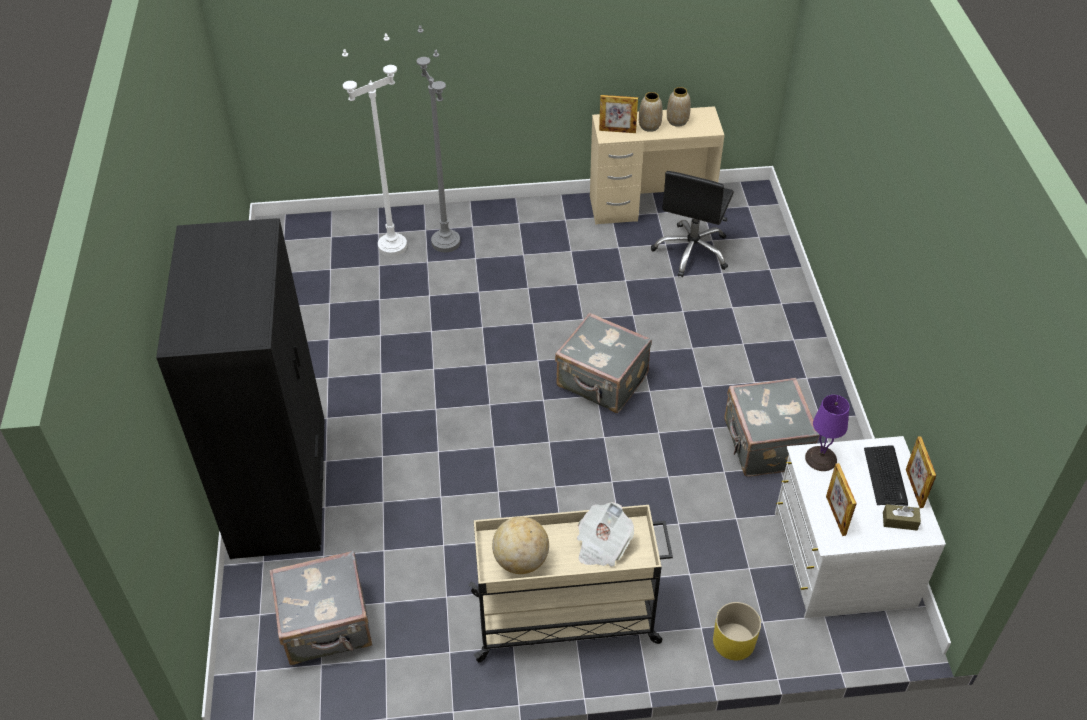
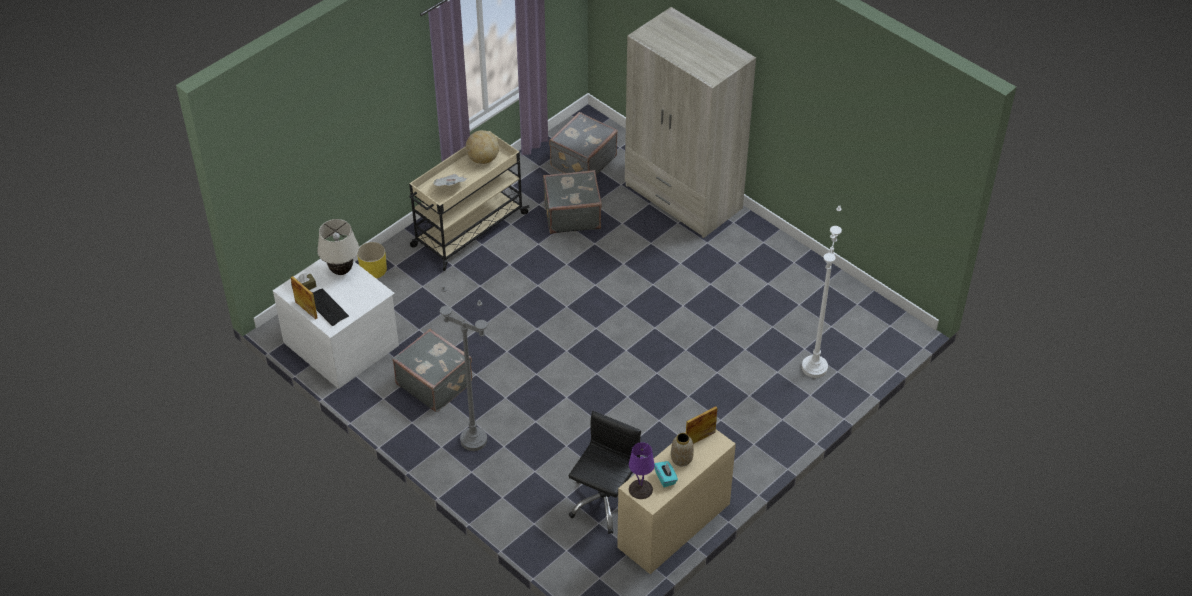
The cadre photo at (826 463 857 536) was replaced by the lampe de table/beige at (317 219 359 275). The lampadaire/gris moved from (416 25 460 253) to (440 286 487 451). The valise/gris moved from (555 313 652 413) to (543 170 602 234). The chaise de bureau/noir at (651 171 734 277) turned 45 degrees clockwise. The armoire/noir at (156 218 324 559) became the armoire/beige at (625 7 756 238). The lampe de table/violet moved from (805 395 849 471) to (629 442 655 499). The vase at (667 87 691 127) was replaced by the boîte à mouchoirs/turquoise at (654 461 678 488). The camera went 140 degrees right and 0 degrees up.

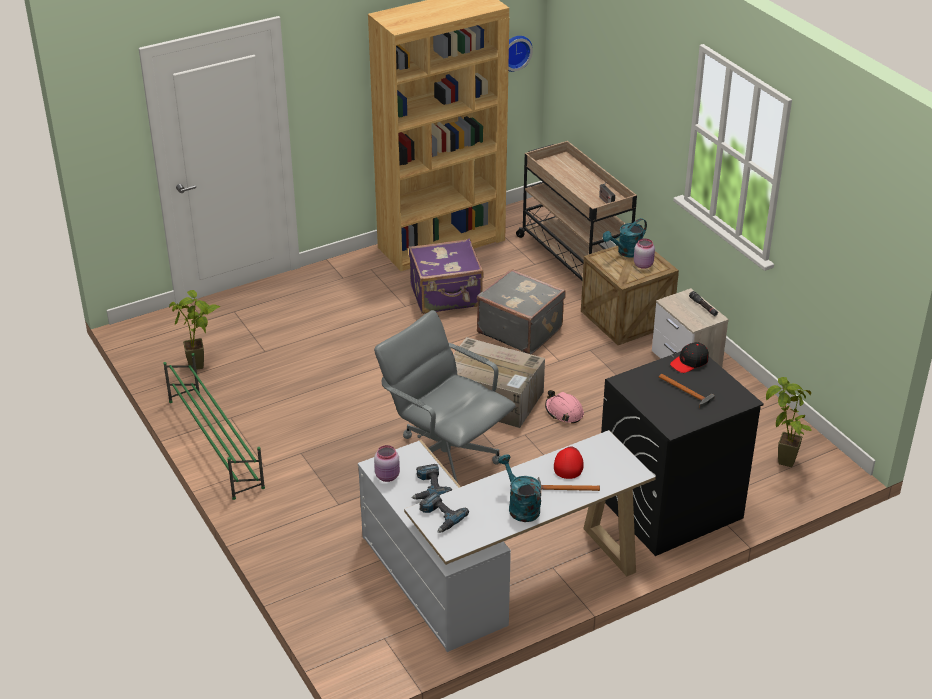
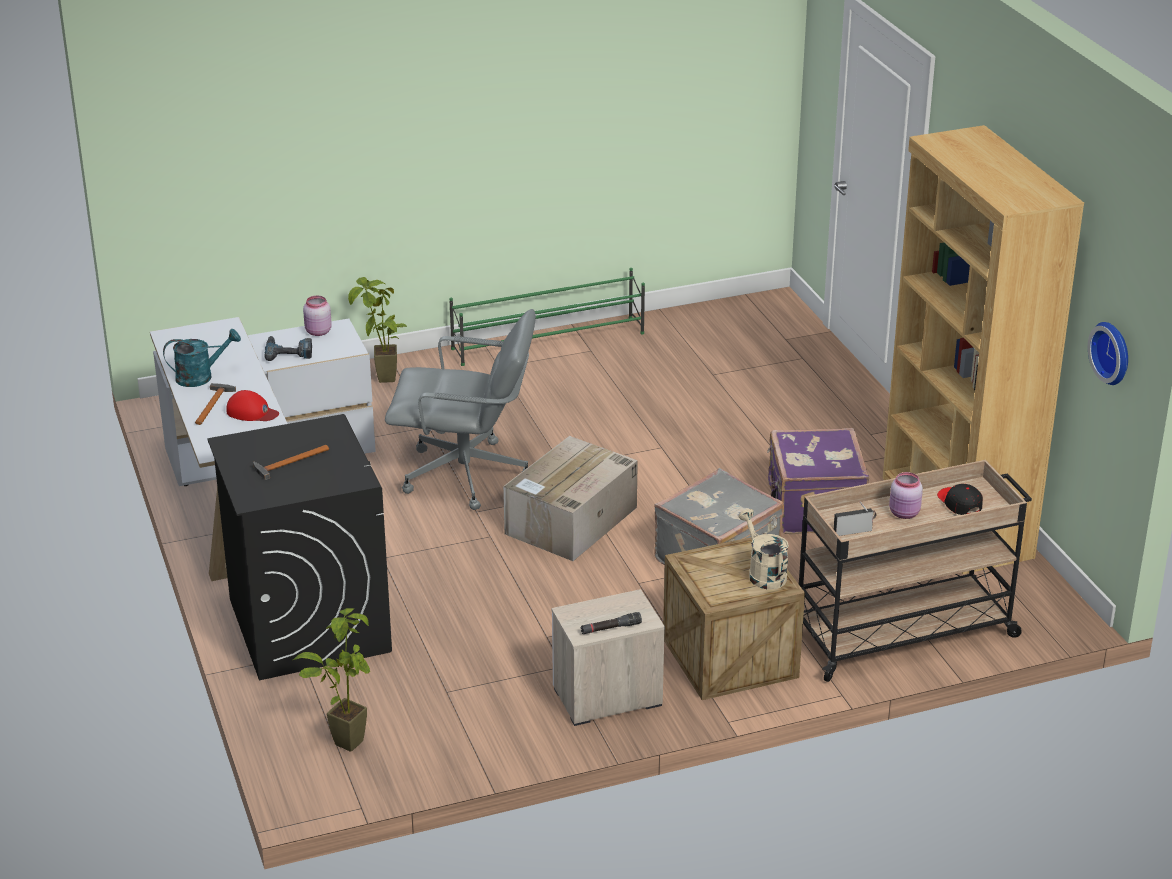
The plante en pot moved from (169 290 221 370) to (348 277 407 383). The chaise de bureau/gris at (374 310 516 483) turned 45 degrees clockwise. The arrosoir/turquoise at (603 218 647 258) became the arrosoir/beige at (738 509 789 589). The bocal/rose moved from (634 238 655 269) to (889 472 923 519). The casquette/noir moved from (670 342 709 373) to (937 484 983 515). The perceuse at (419 492 469 533) disappeared. The casque de chantier/rose at (545 390 584 424) disappeared. The camera went 100 degrees right and 5 degrees down.

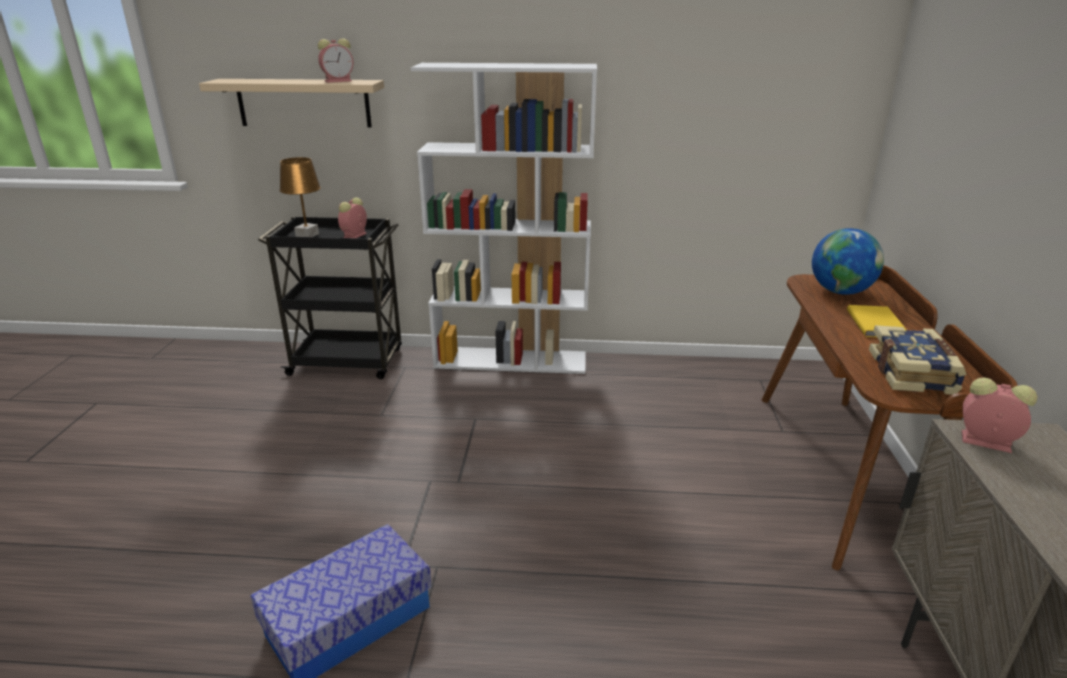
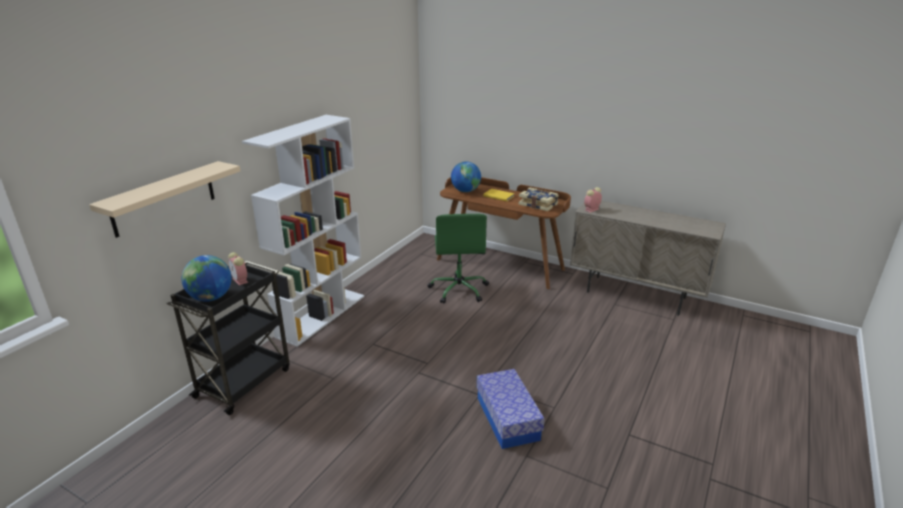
The lampe de table/marron at (279 157 321 237) was replaced by the globe at (182 255 232 302). The chaise de bureau/vert at (428 214 489 303) appeared. The réveil at (318 38 353 83) disappeared. The camera went 65 degrees left and 0 degrees up.

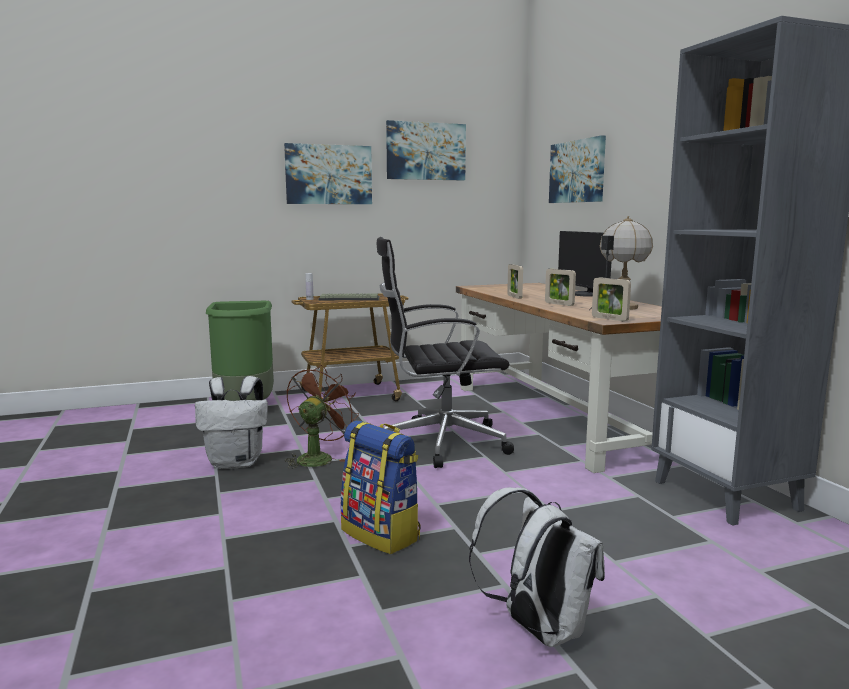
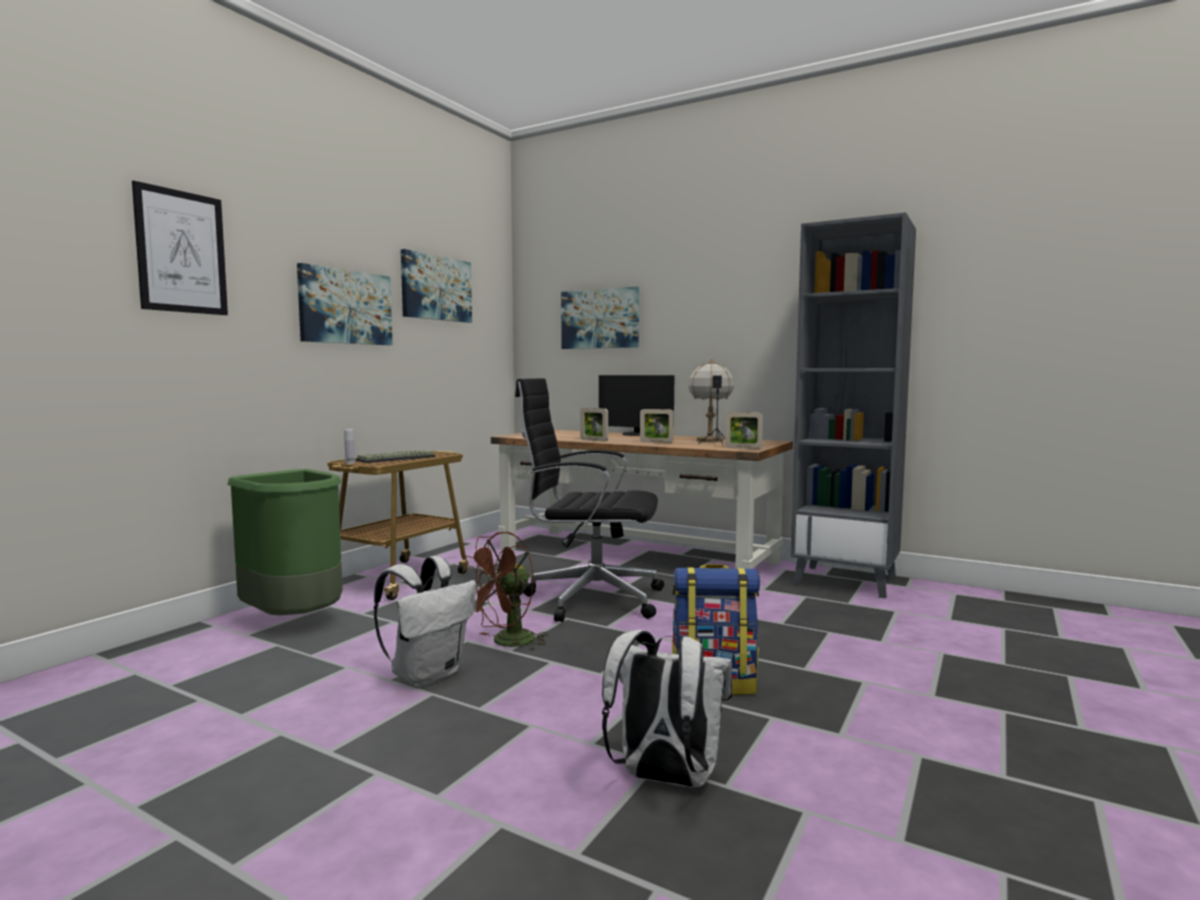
The tableau at (132 181 228 315) appeared. The ventilateur/marron at (285 365 359 469) turned 120 degrees counterclockwise. The chaise de bureau/noir at (377 237 514 468) turned 60 degrees clockwise. The sac à dos/blanc moved from (469 487 605 647) to (602 630 732 788). The camera went 40 degrees left and 5 degrees down.

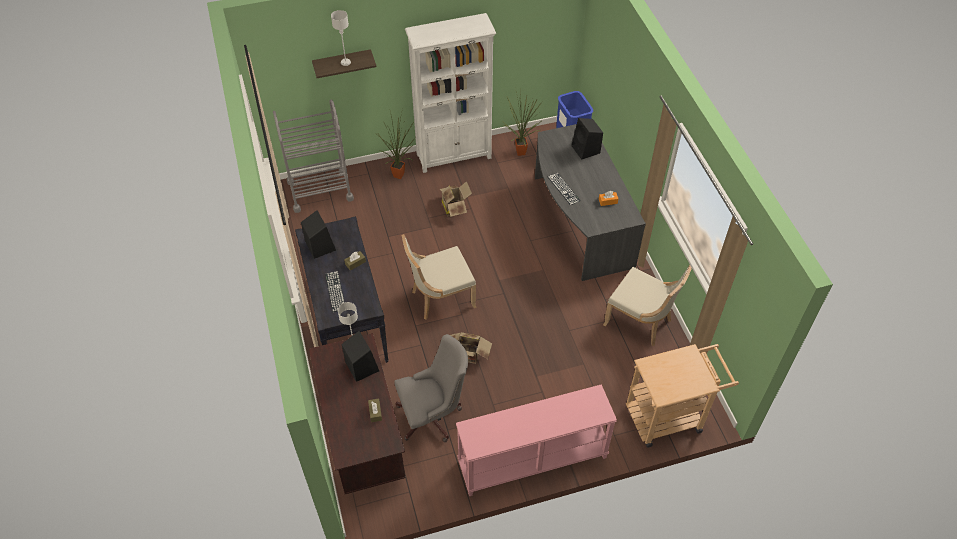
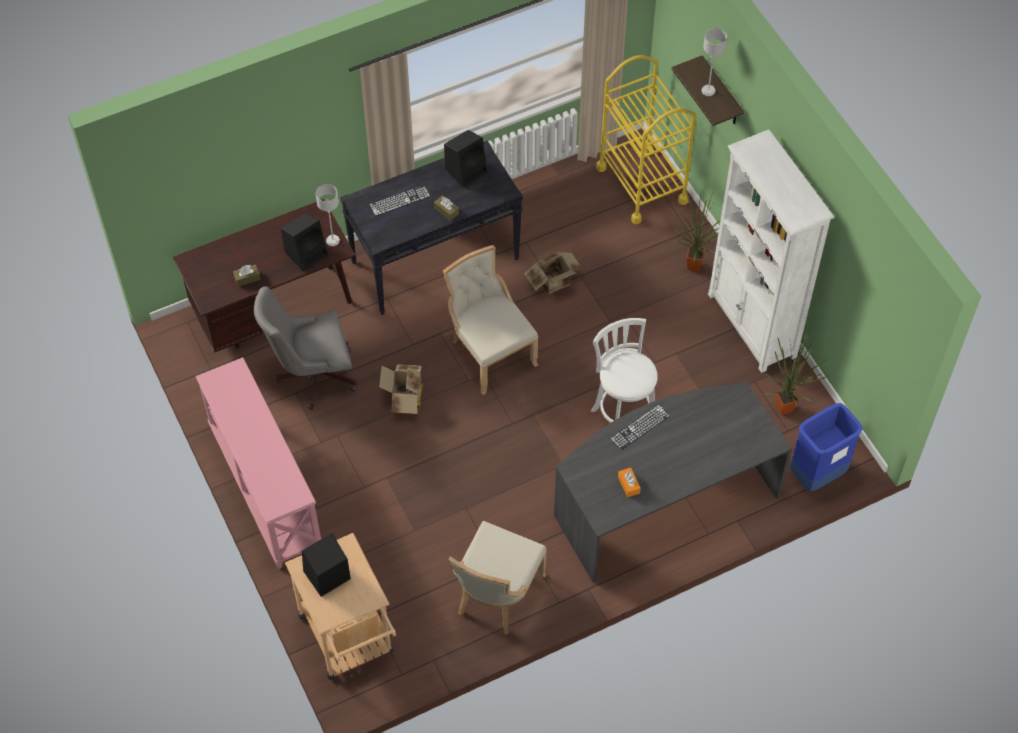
The chaise de bureau/gris at (394 334 468 442) turned 105 degrees clockwise. The enceinte/noir moved from (571 118 603 160) to (302 533 351 597). The carton moved from (439 181 472 217) to (524 252 583 294). The tabouret/blanc at (591 318 658 423) appeared. The chariot/gris at (273 100 354 213) became the chariot/jaune at (596 55 696 224). The camera went 80 degrees right and 5 degrees up.

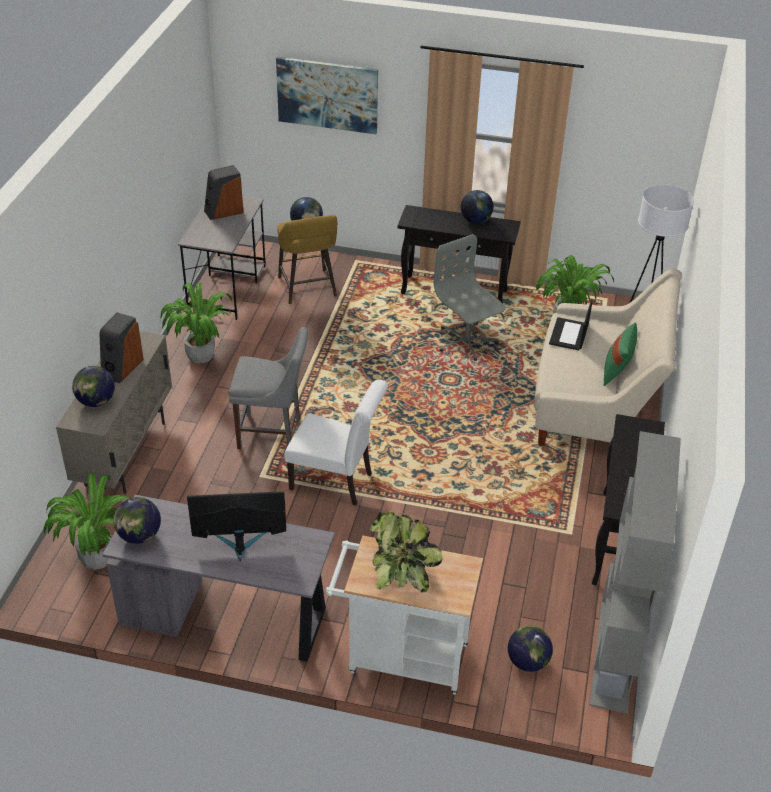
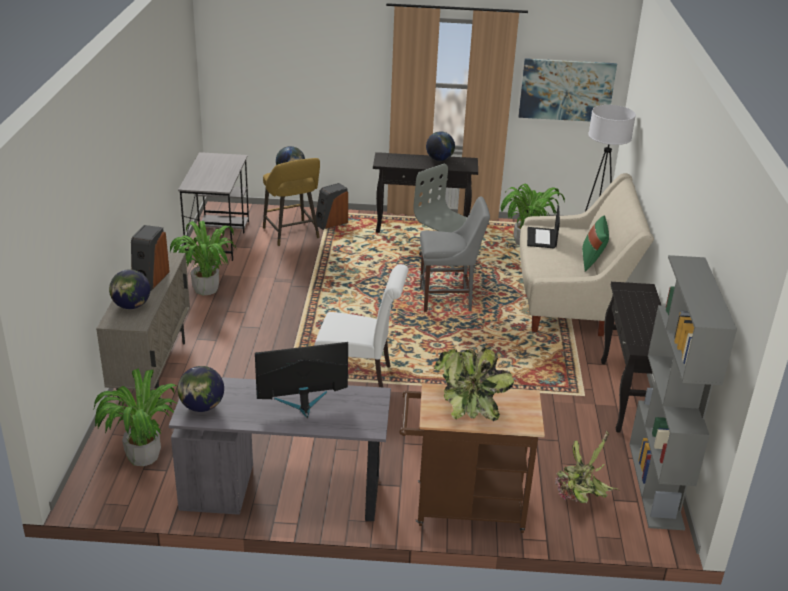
The enceinte moved from (204 165 244 220) to (316 183 348 230). The chariot/blanc at (326 536 483 695) became the chariot/marron at (400 383 545 533). The chaise/gris moved from (229 327 308 449) to (420 197 490 312). The tableau moved from (276 57 378 134) to (518 58 617 122). The globe at (508 626 553 672) was replaced by the plante en pot at (555 431 619 503). The camera went 10 degrees left and 10 degrees down.

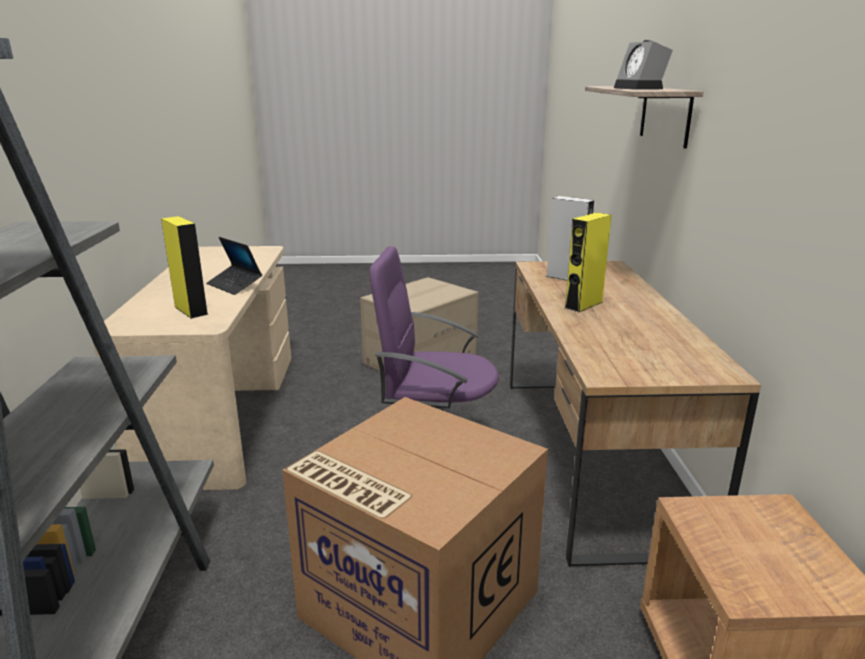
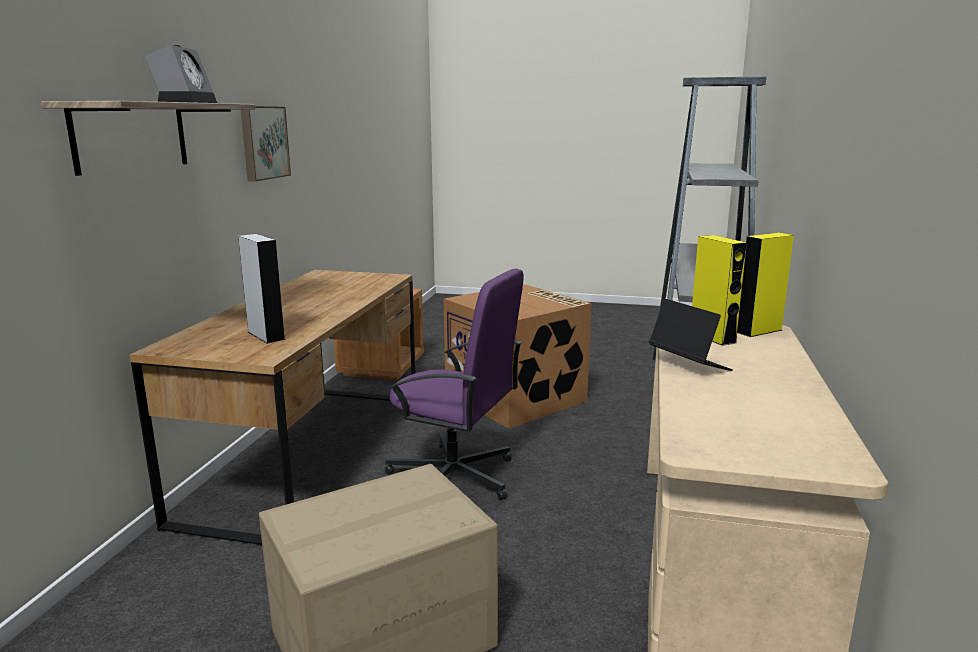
The tableau at (241 106 291 181) appeared. The enceinte/jaune moved from (565 212 611 312) to (737 233 794 337). The camera went 165 degrees left and 5 degrees down.

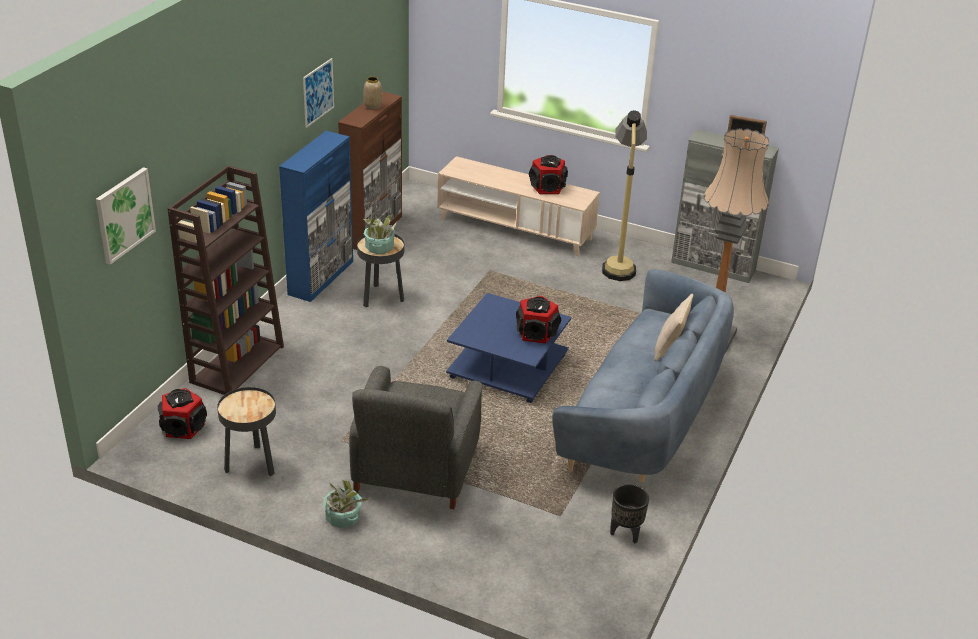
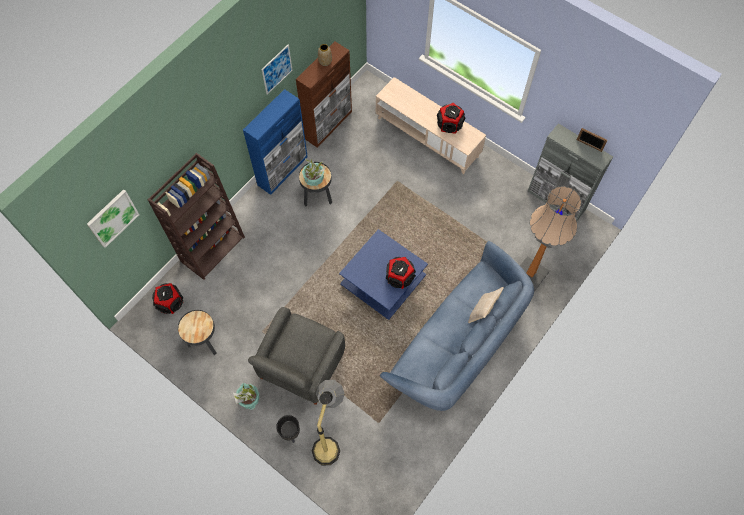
The cache-pot/noir moved from (610 484 649 543) to (276 415 300 443). The lampadaire moved from (602 110 647 281) to (312 380 345 465). The camera went 15 degrees right and 30 degrees up.

